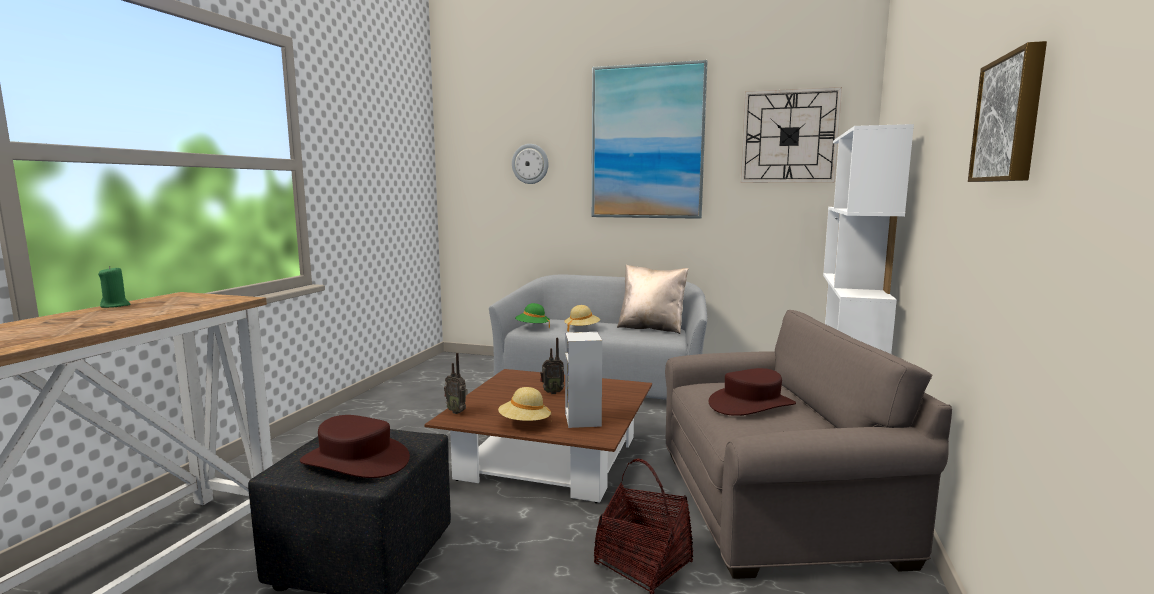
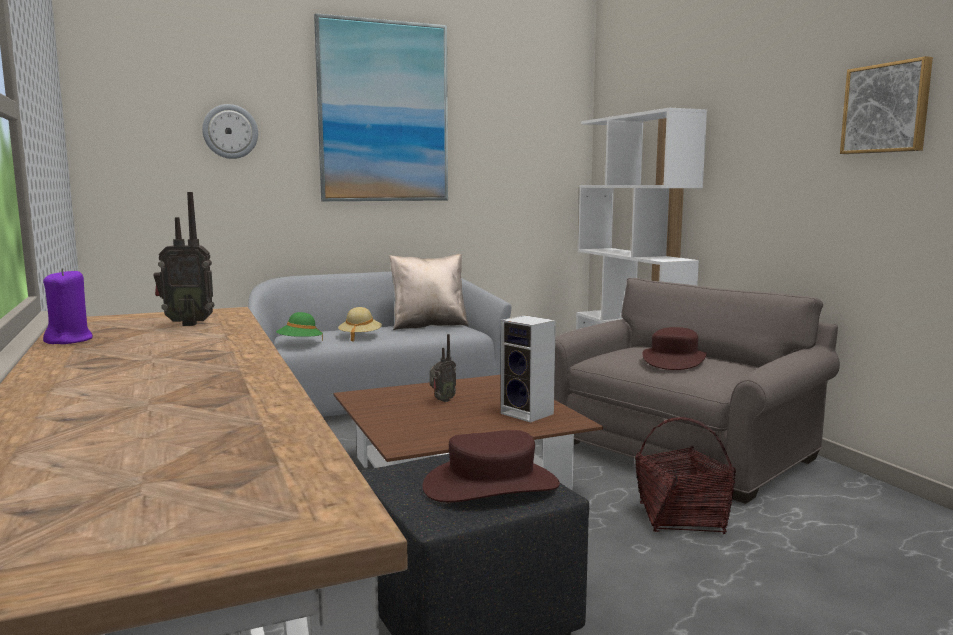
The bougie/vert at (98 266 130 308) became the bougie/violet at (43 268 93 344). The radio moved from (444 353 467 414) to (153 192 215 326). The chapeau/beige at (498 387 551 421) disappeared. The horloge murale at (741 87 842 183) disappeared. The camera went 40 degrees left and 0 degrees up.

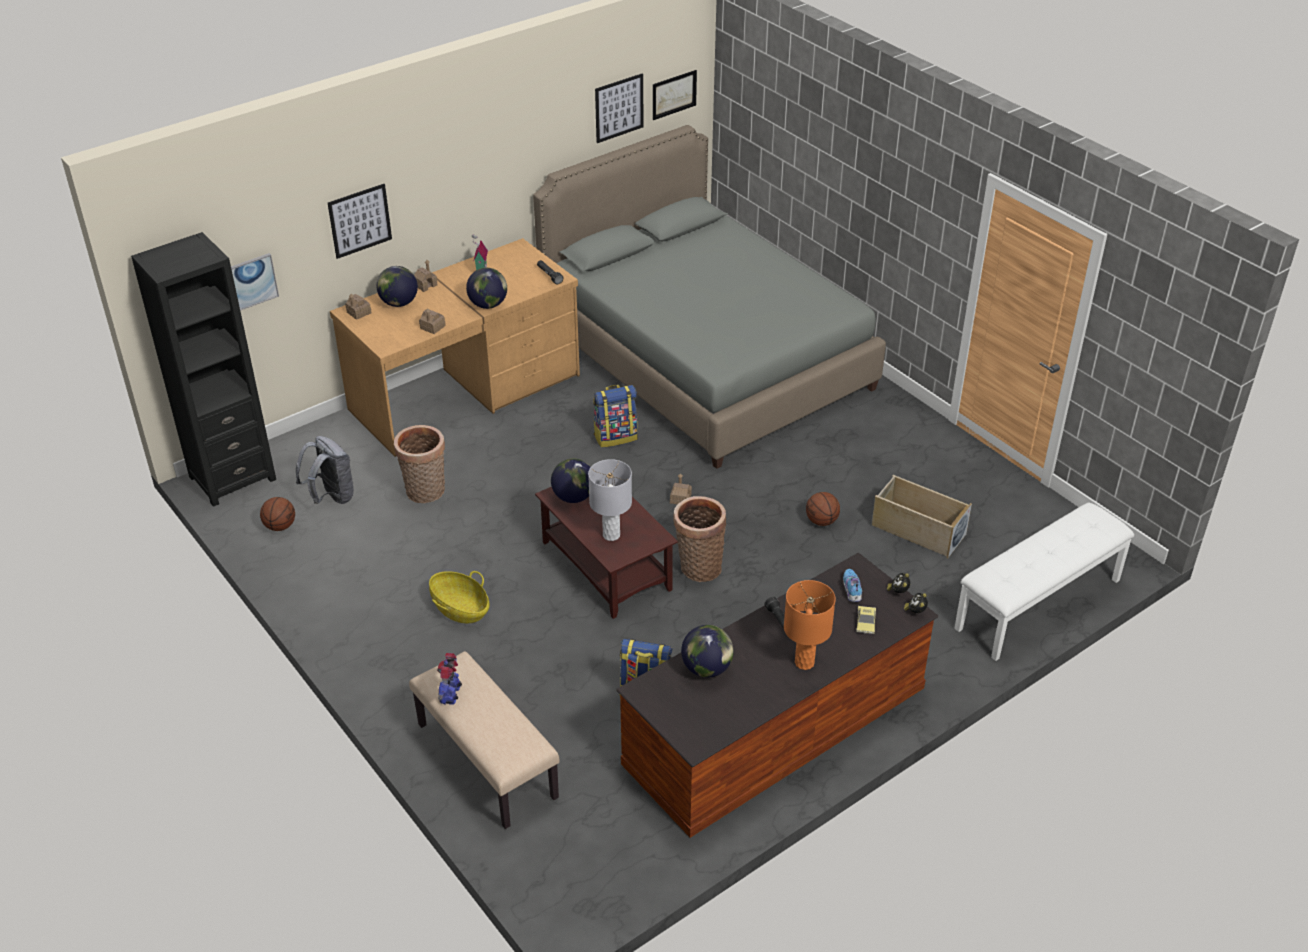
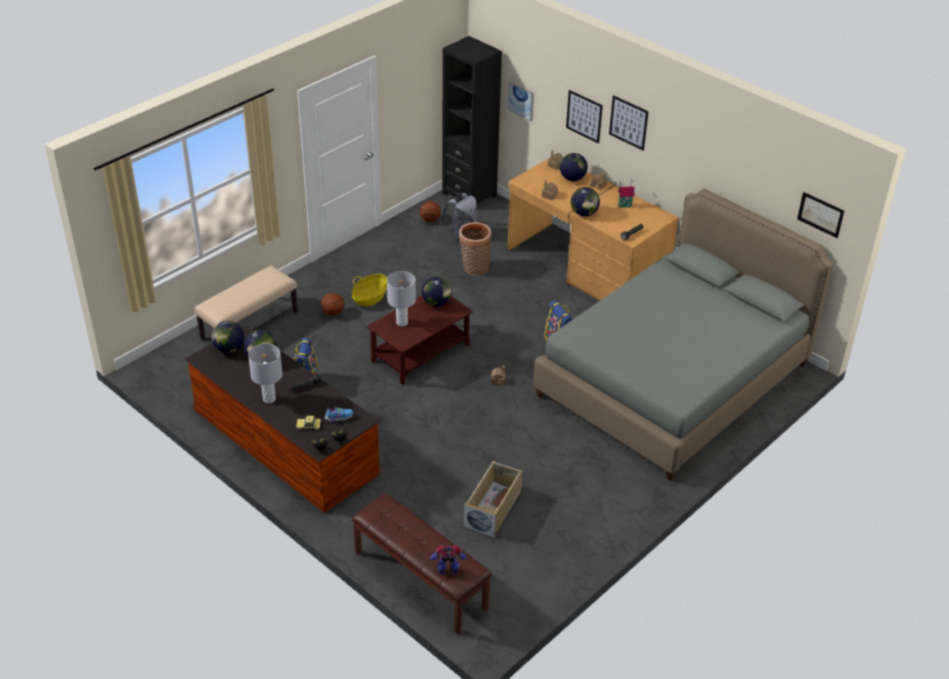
The globe at (212 321 245 353) appeared. The lampe de table/orange at (784 580 836 670) became the lampe de table/gris at (248 344 282 403). The ballon de basket moved from (806 492 840 526) to (321 293 344 316). The banc/blanc at (954 503 1134 661) became the banc/marron at (352 494 491 634). The robot jouet moved from (437 653 462 705) to (430 545 467 574). The tableau moved from (595 73 643 143) to (609 95 649 151). The panier at (673 496 726 582) disappeared. The camera went 80 degrees right and 0 degrees up.

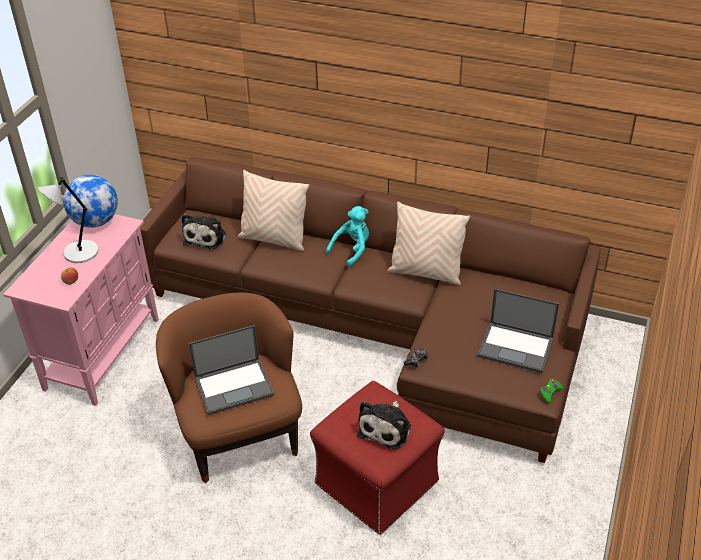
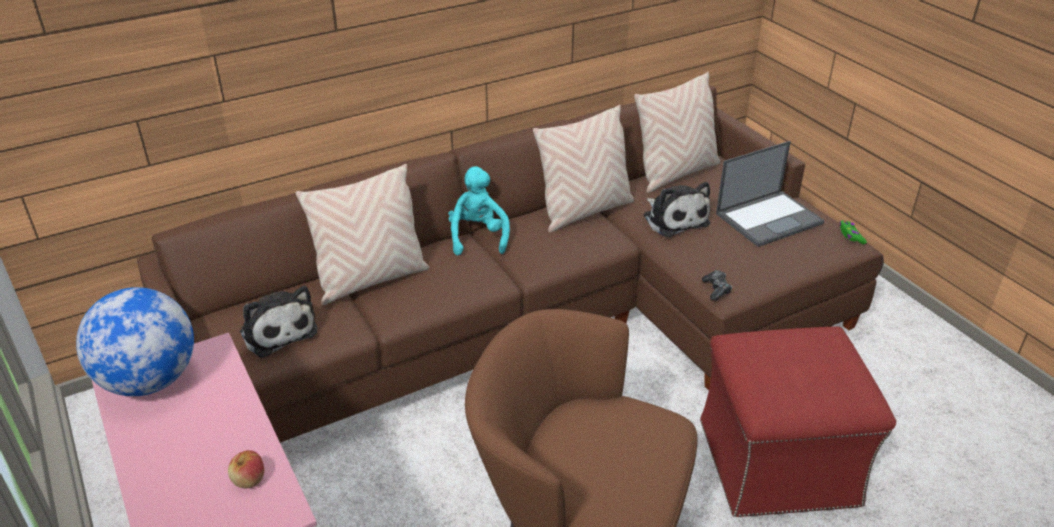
The coussin/beige at (634 72 720 193) appeared. The peluche moved from (357 401 411 450) to (644 182 710 237). The lampe de table/gris at (38 177 99 263) disappeared. The ordinateur portable at (189 325 274 415) disappeared. The camera went 50 degrees left and 5 degrees down.

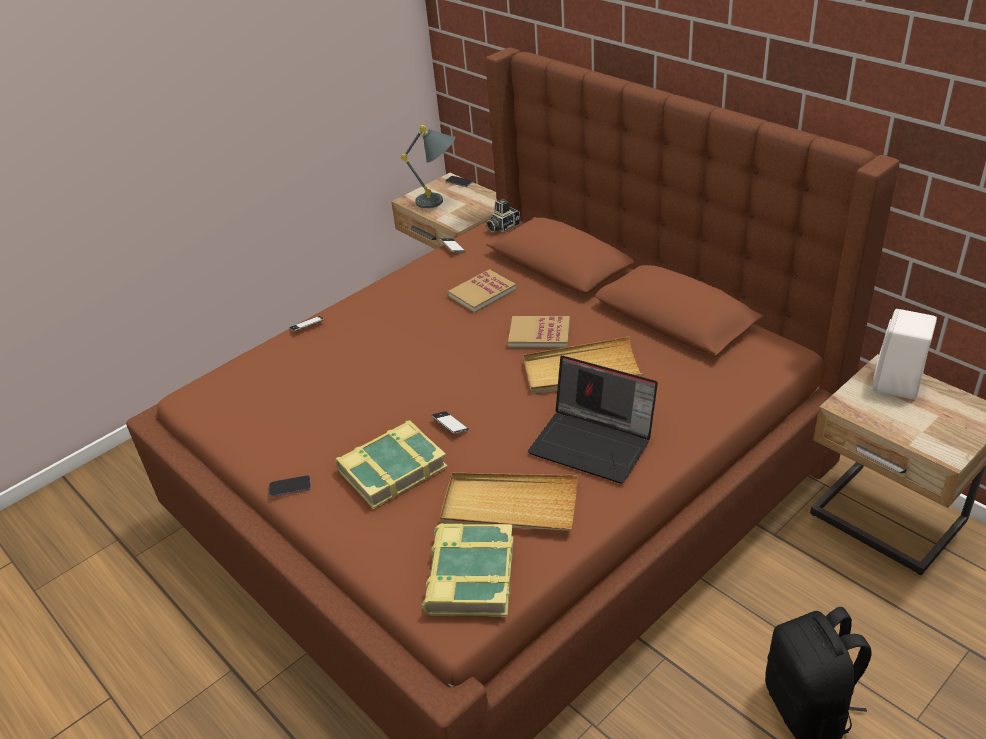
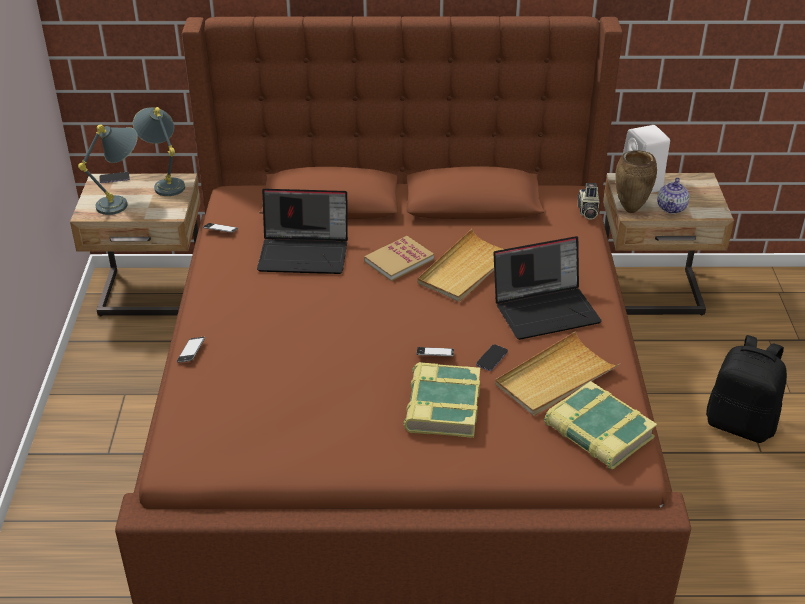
The lampe de table/gris at (133 107 185 196) appeared. The livre at (447 269 516 313) was replaced by the ordinateur portable at (257 189 348 274). The téléphone moved from (269 475 311 497) to (476 344 508 371). The appareil photo moved from (486 199 520 232) to (578 183 599 220). The vase/marron at (615 150 657 213) appeared. The théière at (657 177 689 214) appeared. The camera went 50 degrees left and 0 degrees up.

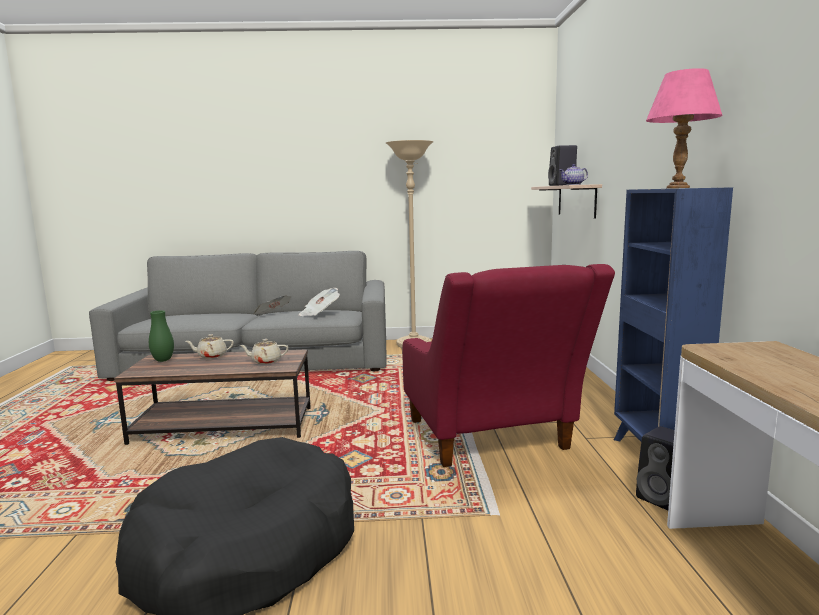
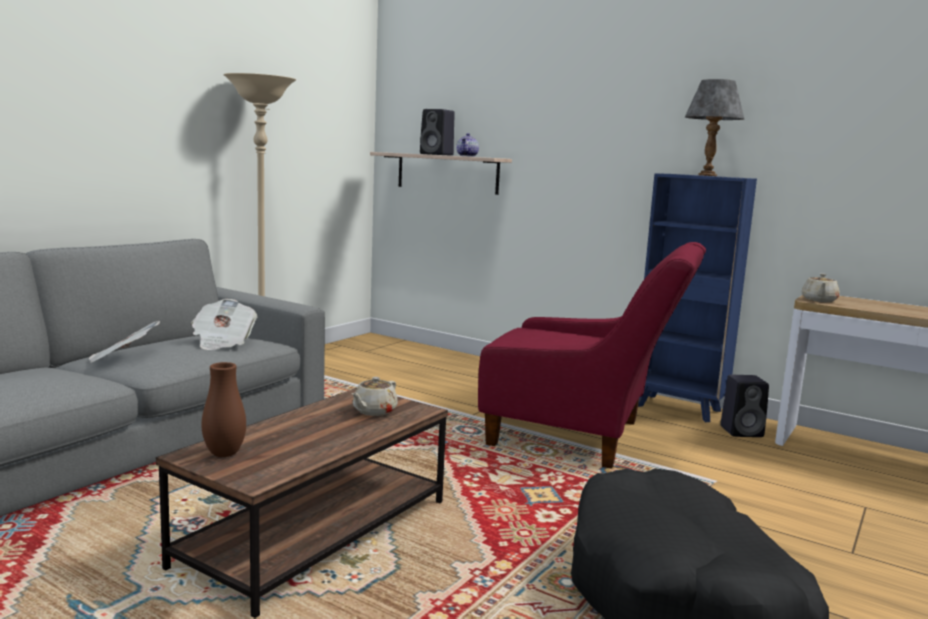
The vase/vert at (149 310 174 362) became the vase/marron at (201 362 246 457). The lampe de table/rose at (646 68 722 188) became the lampe de table/gris at (685 79 744 176). The théière/beige moved from (185 334 234 359) to (802 273 840 302). The camera went 55 degrees left and 0 degrees up.

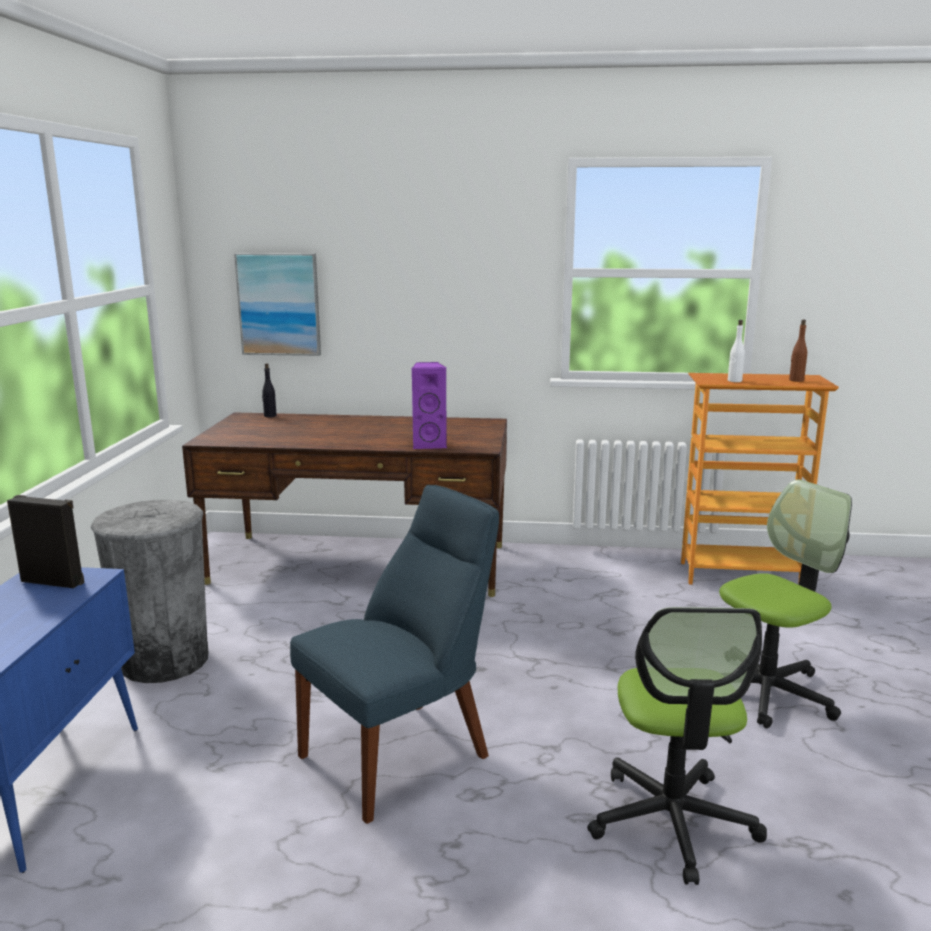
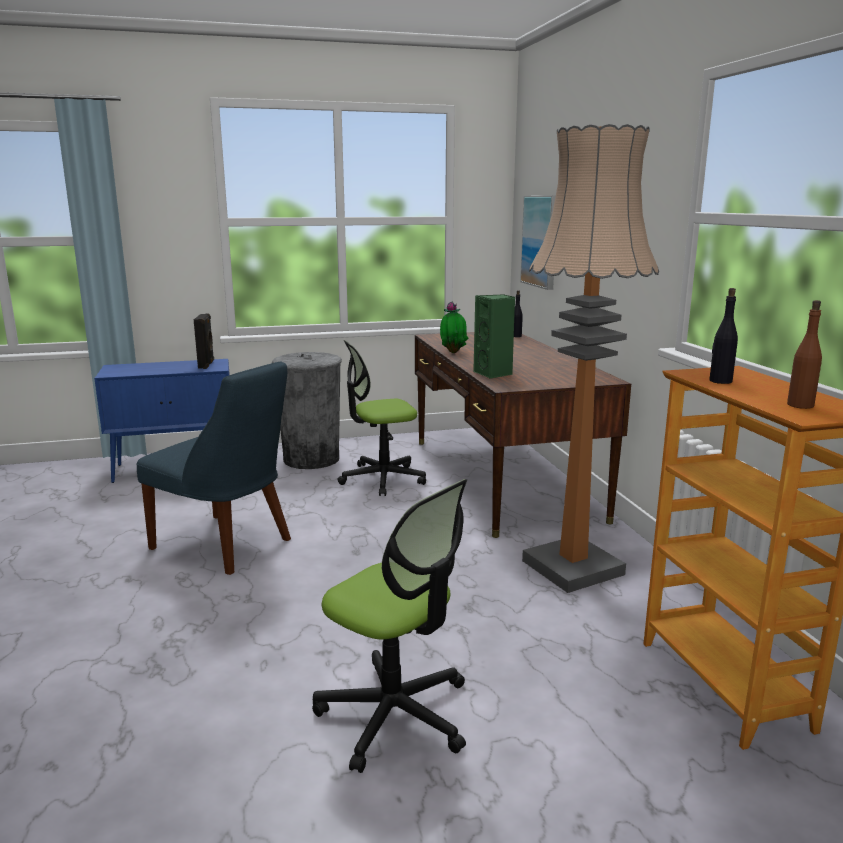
The chaise de bureau moved from (587 607 767 885) to (337 340 426 496). The plante en pot at (440 302 469 353) appeared. The enceinte/violet at (412 362 447 449) became the enceinte/vert at (473 294 515 379). The lampadaire at (522 124 659 593) appeared. The bouteille/blanc at (728 320 745 382) became the bouteille/noir at (709 288 738 384). The camera went 70 degrees right and 0 degrees up.

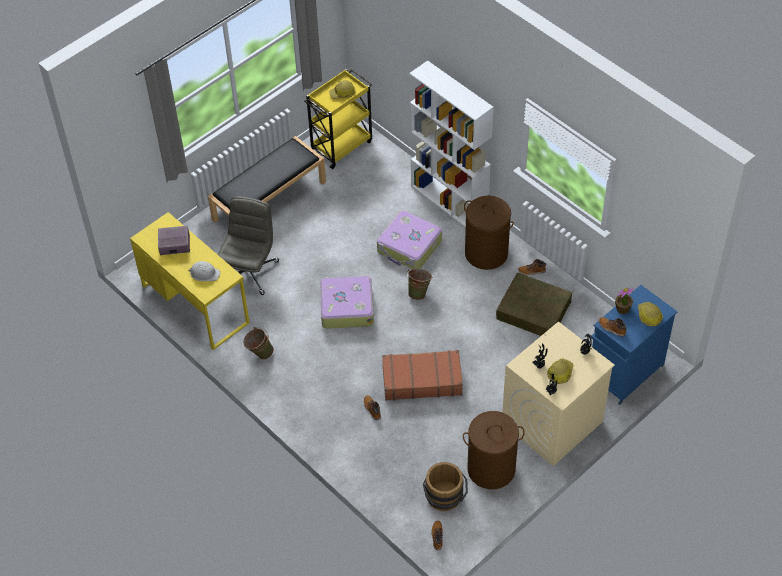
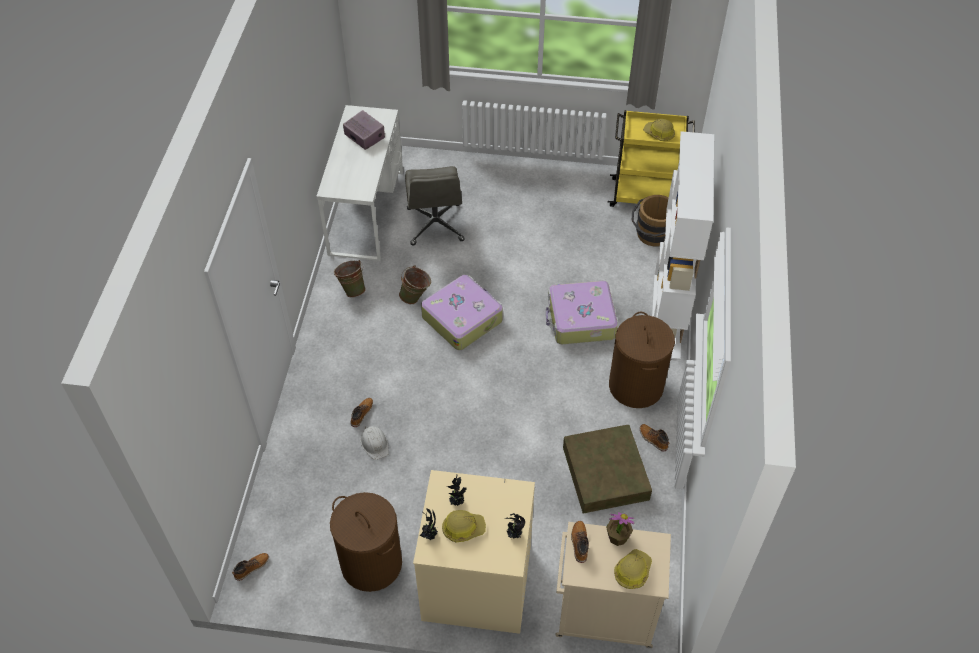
The bureau/jaune at (130 212 250 350) became the bureau/blanc at (316 105 403 261). The casque de chantier/blanc moved from (189 261 221 281) to (360 426 389 460). The seau/vert moved from (407 269 432 300) to (399 265 431 304). The chaise de bureau/gris at (217 196 279 295) turned 105 degrees clockwise. The meuble de rangement/bleu at (591 285 678 405) became the meuble de rangement/beige at (556 522 671 648). The seau/marron moved from (423 462 468 511) to (632 195 669 246). The banc/noir at (208 136 326 223) disappeared. The valise/marron at (382 350 463 400) disappeared. The camera went 50 degrees right and 0 degrees up.

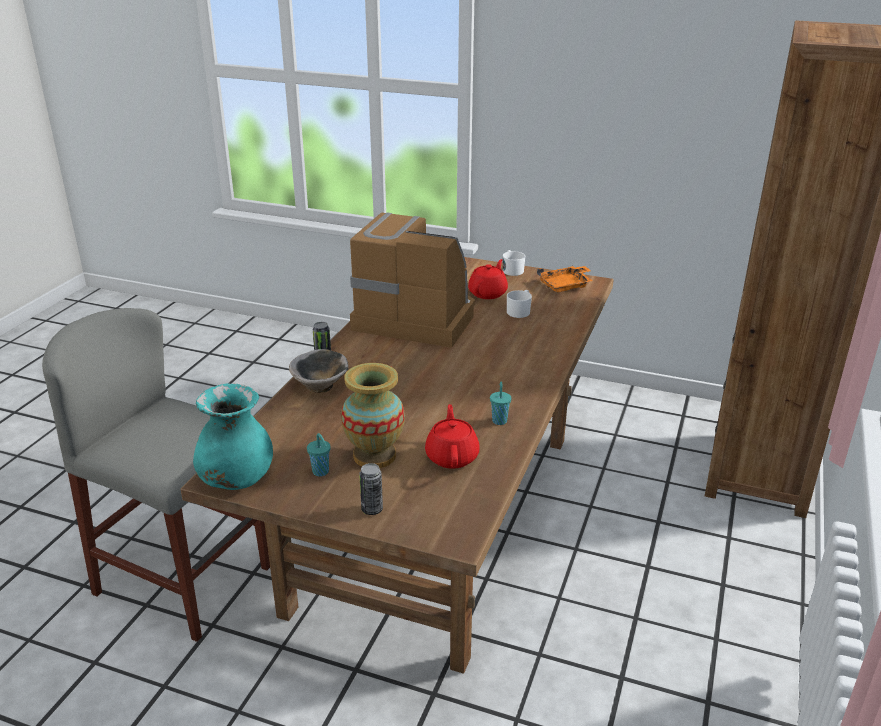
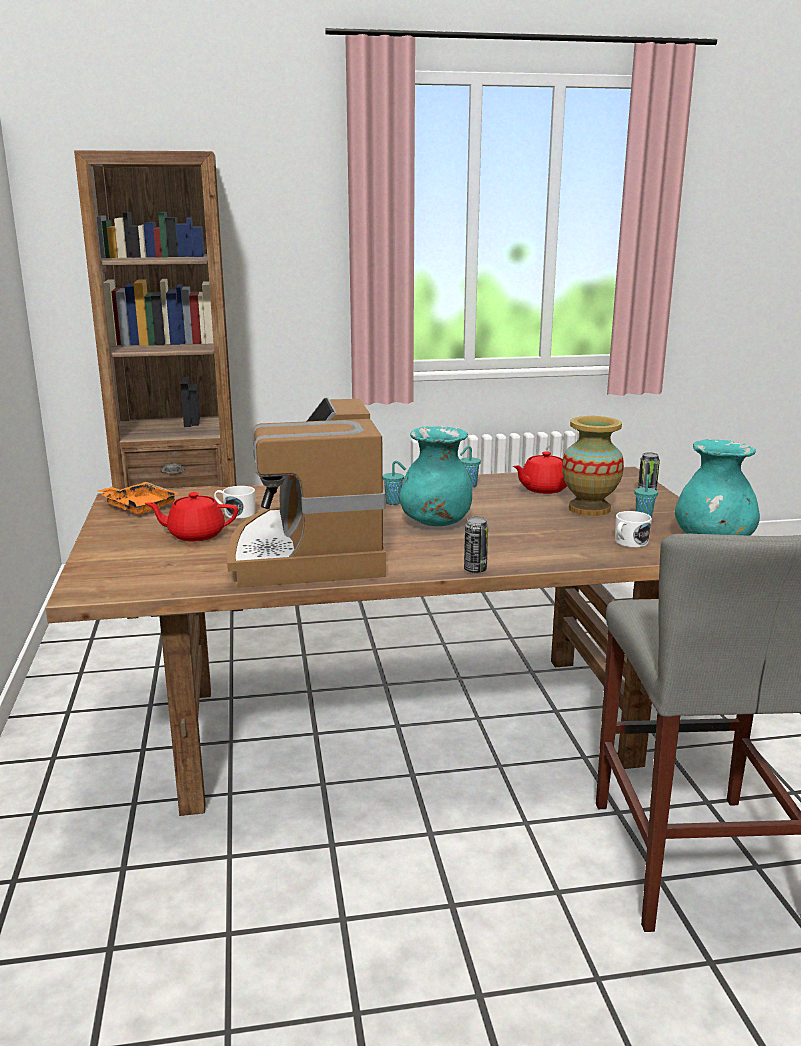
The tasse/turquoise at (383 461 406 505) appeared. The vase/turquoise at (399 426 472 526) appeared. The mug/blanc moved from (503 250 525 276) to (615 511 652 548). The bol at (289 349 348 393) disappeared. The camera went 120 degrees left and 10 degrees down.

